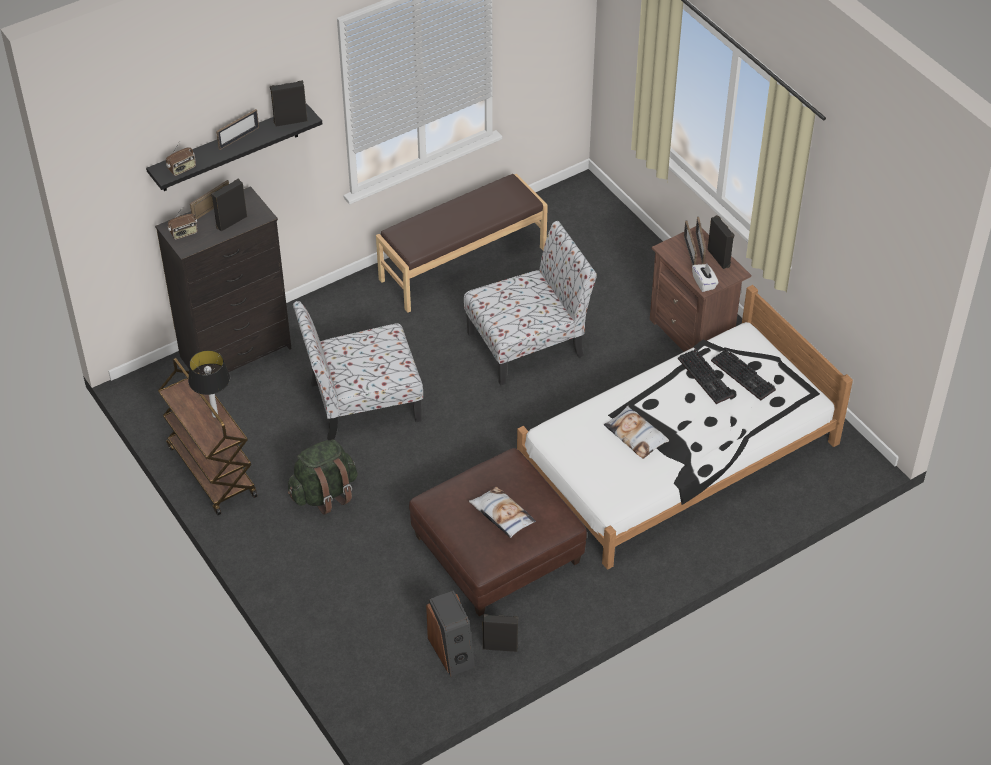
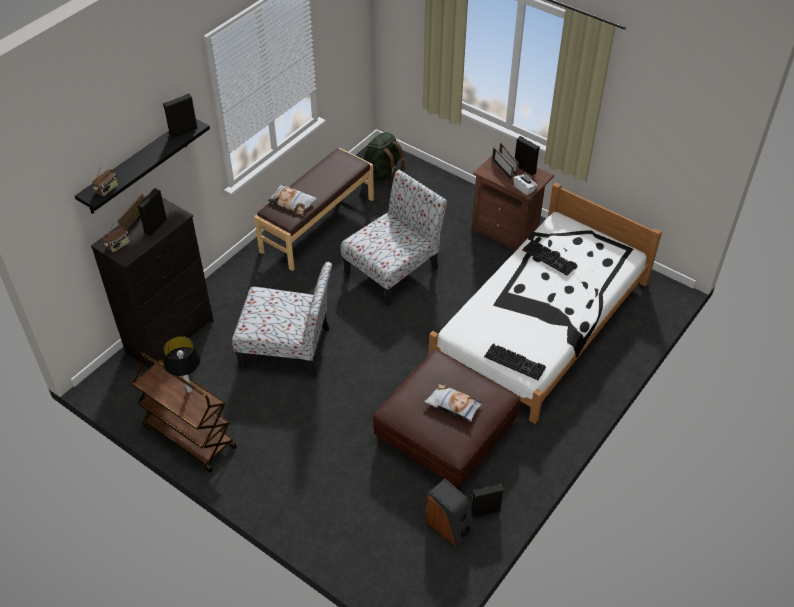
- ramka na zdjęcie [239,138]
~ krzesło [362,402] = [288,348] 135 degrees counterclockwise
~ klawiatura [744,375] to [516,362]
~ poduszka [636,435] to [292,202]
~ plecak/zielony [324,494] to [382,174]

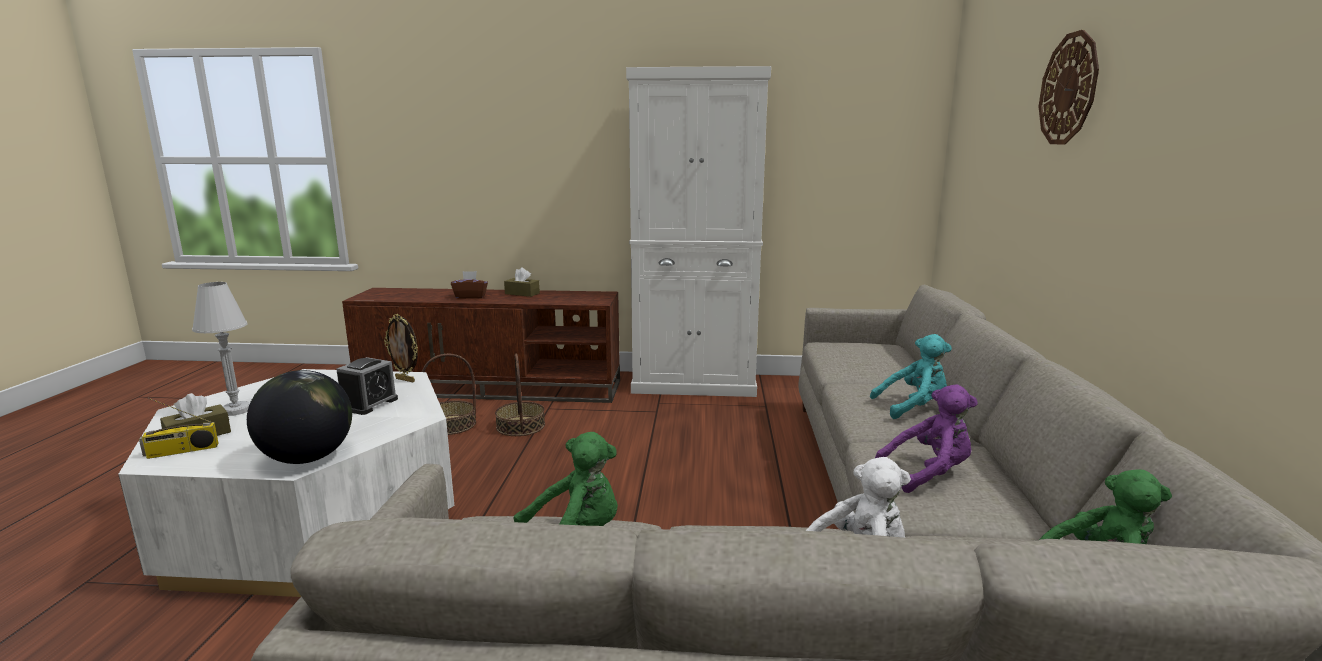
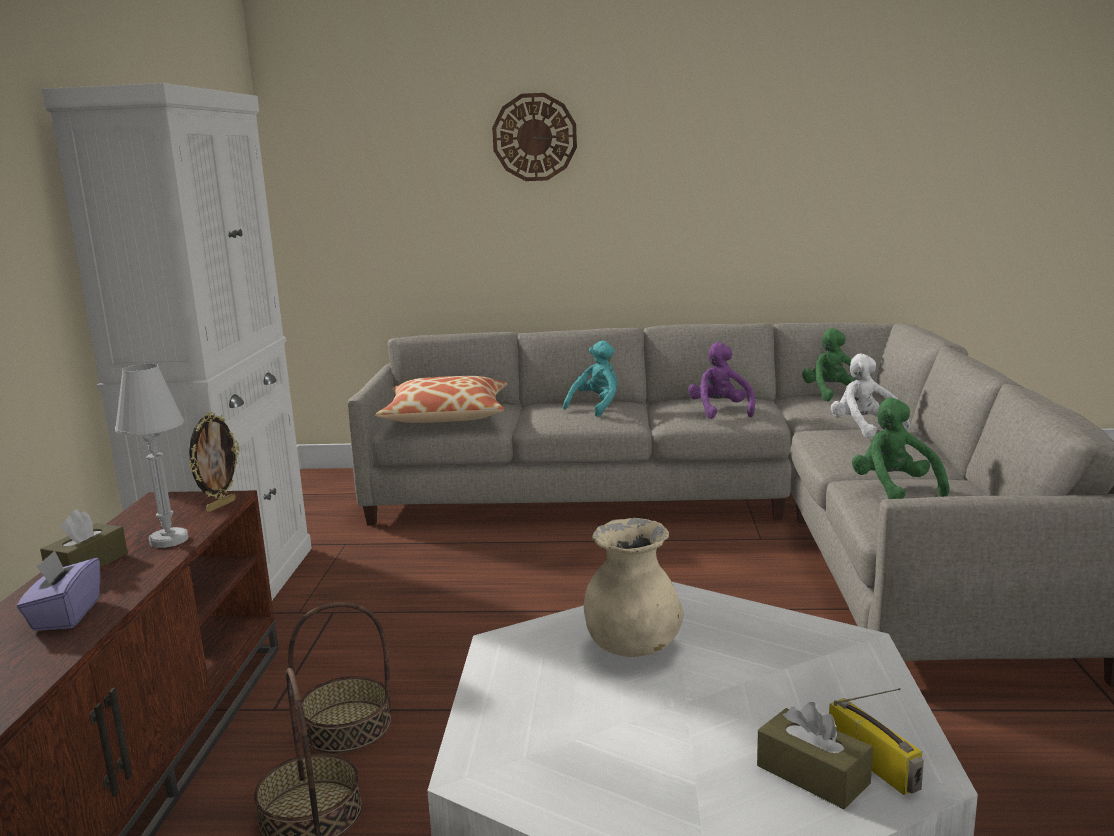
~ pudełko chusteczek/brązowy [470,296] to pudełko chusteczek/fioletowy [65,615]
~ lampa stołowa/biały [236,410] to [169,540]
~ ramka na zdjęcie [406,380] to [220,505]
~ pluszak/turkusowy [913,407] = [596,407] 45 degrees clockwise
~ budzik [369,404] to wazon/beżowy [632,647]
- globus [308,458]
+ poduszka [446,415]

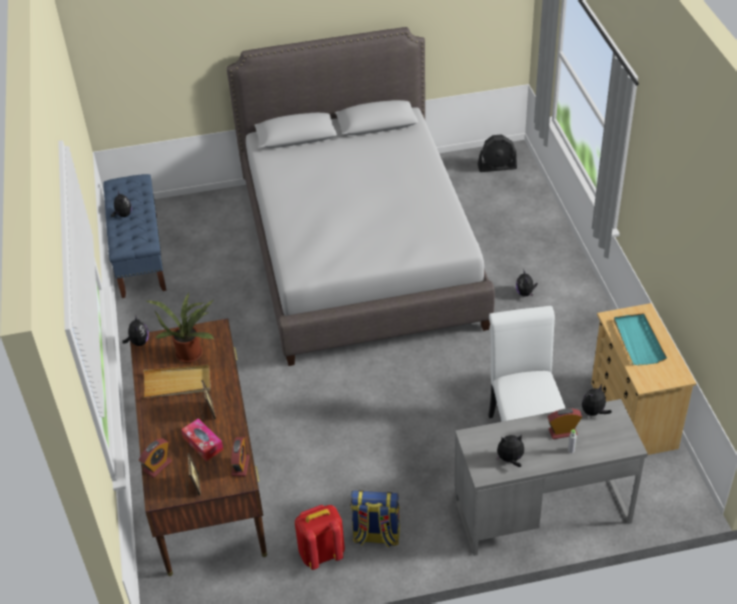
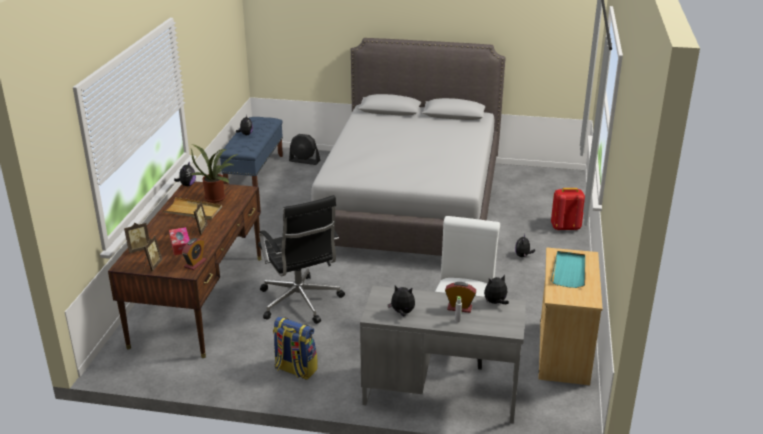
~ wentylator/czarny [497,167] to [304,161]
~ budzik [157,466] to ramka na zdjęcie [139,249]
~ plecak/czerwony [321,553] to [565,227]
+ krzesło biurowe/czarny [300,302]

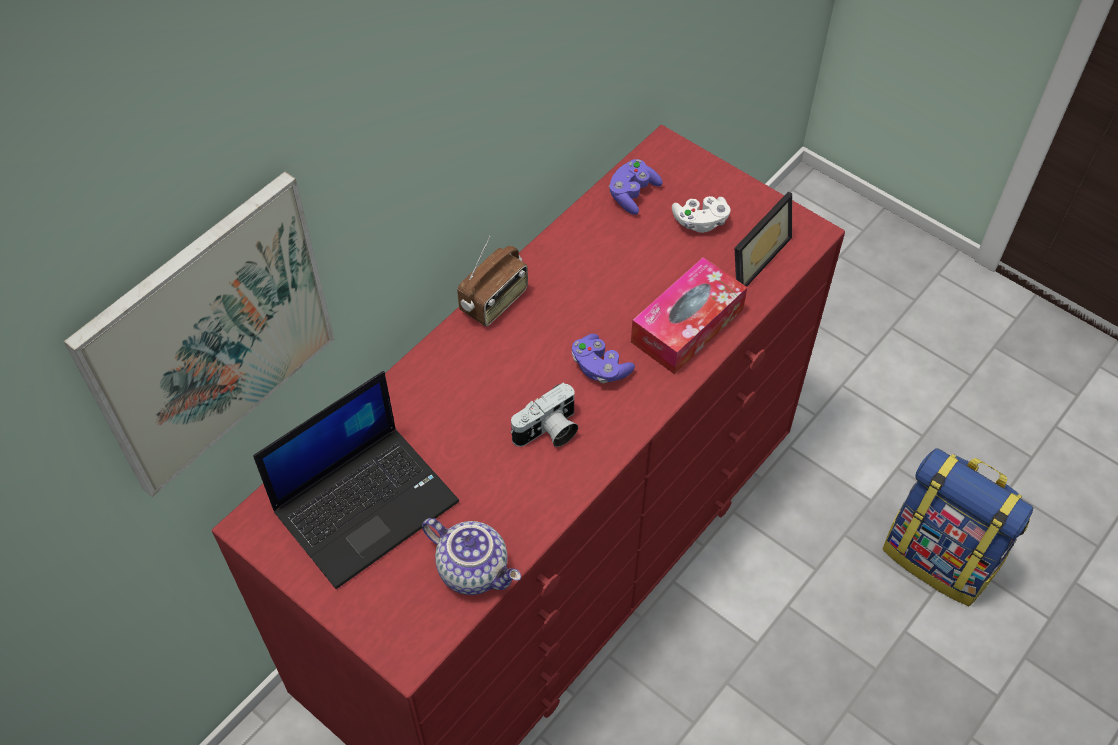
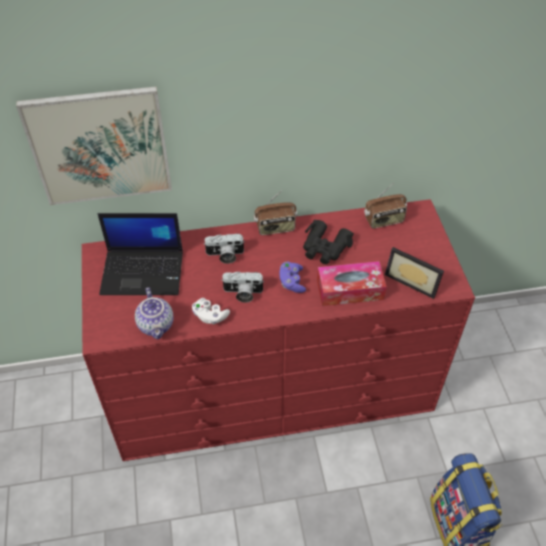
~ pad do gier/fioletowy [632,194] to radio [384,220]
~ ramka na zdjęcie [752,257] = [413,280] 45 degrees clockwise
~ pad do gier/biały [700,221] to [210,316]
+ lornetka/czarny [325,248]
+ aparat fotograficzny [225,255]

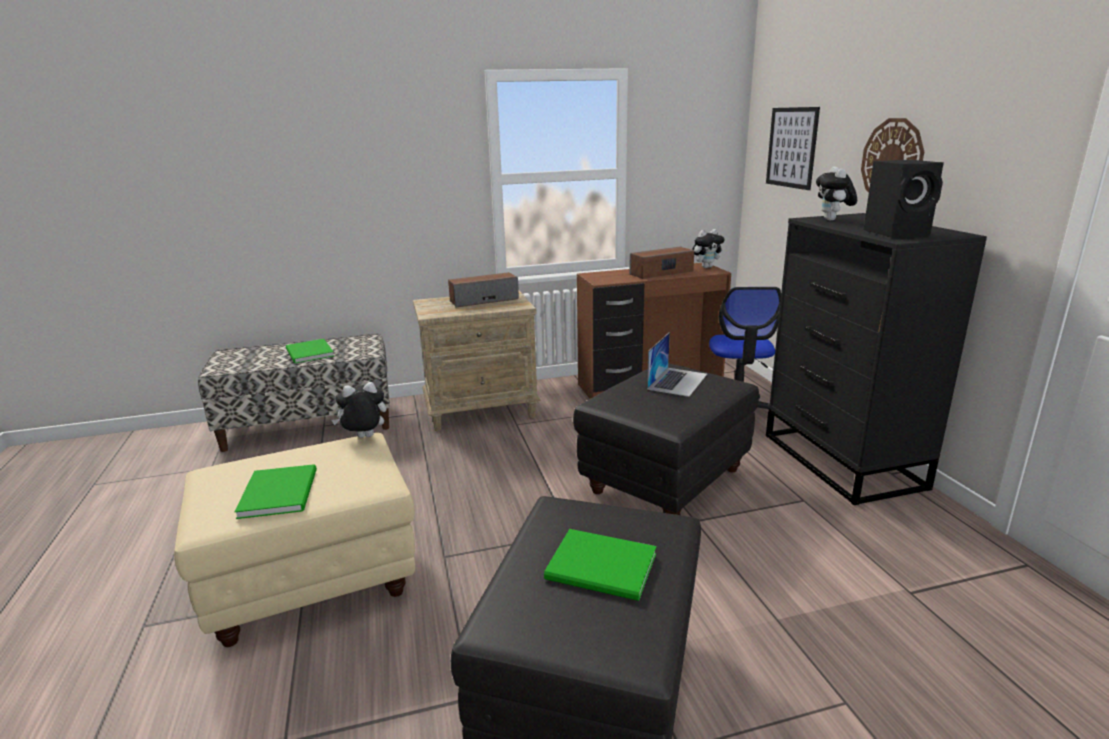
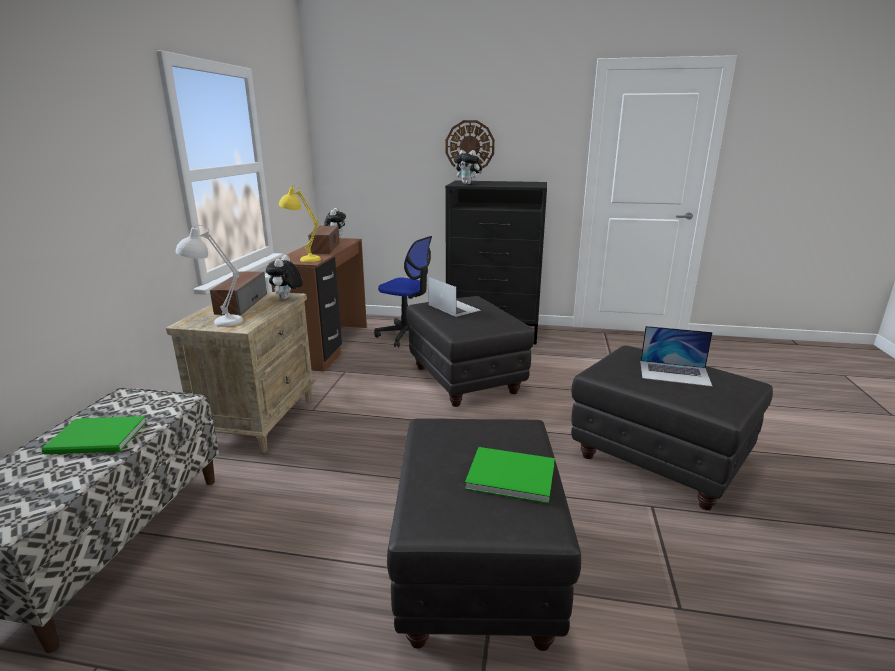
- obraz [791,147]
- głośnik/czarny [898,233]
~ pluszak [364,438] to [286,299]
~ pufa/beżowy [312,583] to pufa/czarny [478,573]
~ książka/zielony [603,569] to laptop [674,373]
+ lampa stołowa/żółty [303,259]
+ lampa stołowa/biały [216,322]

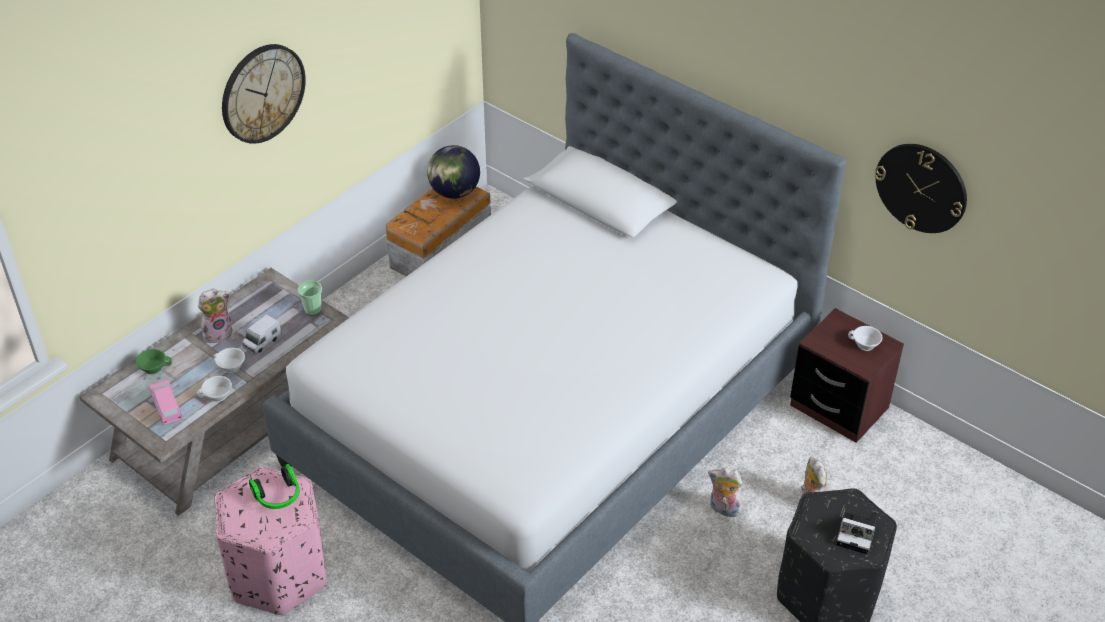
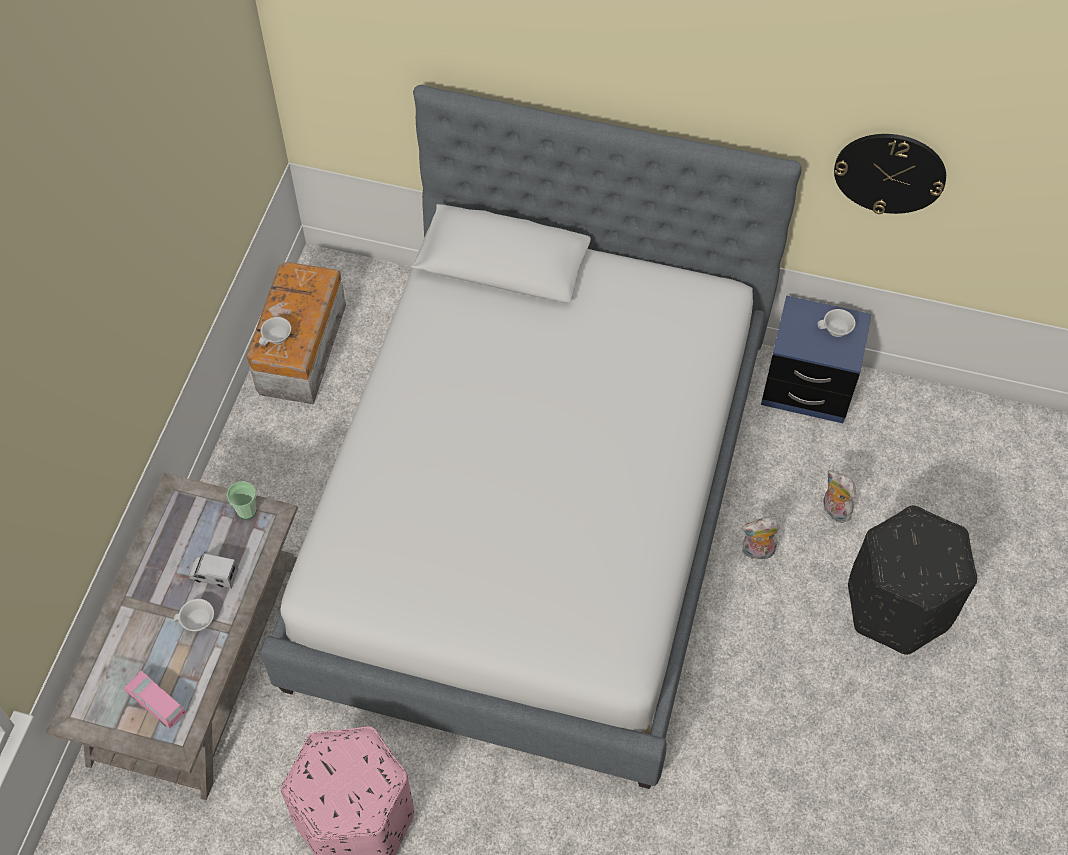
- zegar ścienny [262,93]
- globus [454,192]
- pluszak [218,333]
~ szafka nocna/brązowy [838,407] to szafka nocna/niebieski [807,388]
~ ciężarówka zabawkowa [262,342] = [214,575] 90 degrees clockwise
- filiżanka/zielony [154,367]
~ filiżanka/biały [217,396] to [277,338]
- słuchawki [278,497]
- aparat fotograficzny [858,534]

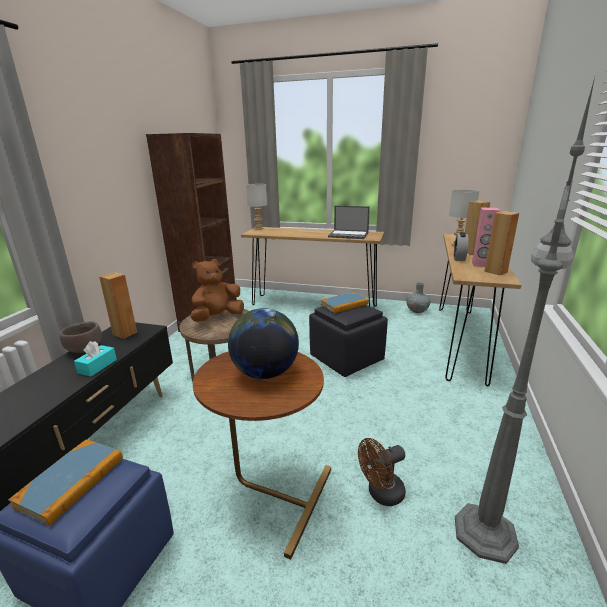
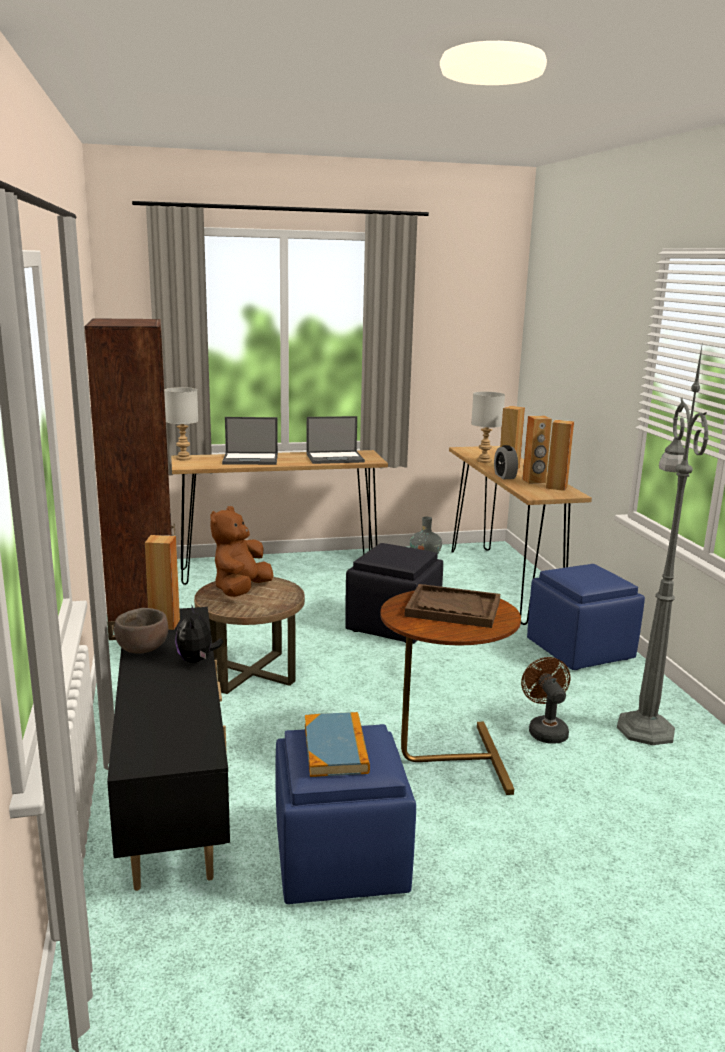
~ głośnik/różowy [480,264] to głośnik/brązowy [534,481]
- książka [344,304]
~ globus [265,372] to taca/brązowy [452,608]
~ pudełko chusteczek/turkusowy [97,366] to pluszak [197,660]
~ wentylator/brązowy [381,494] = [545,730] 135 degrees clockwise
+ laptop [251,459]
+ pufa/niebieski [578,650]

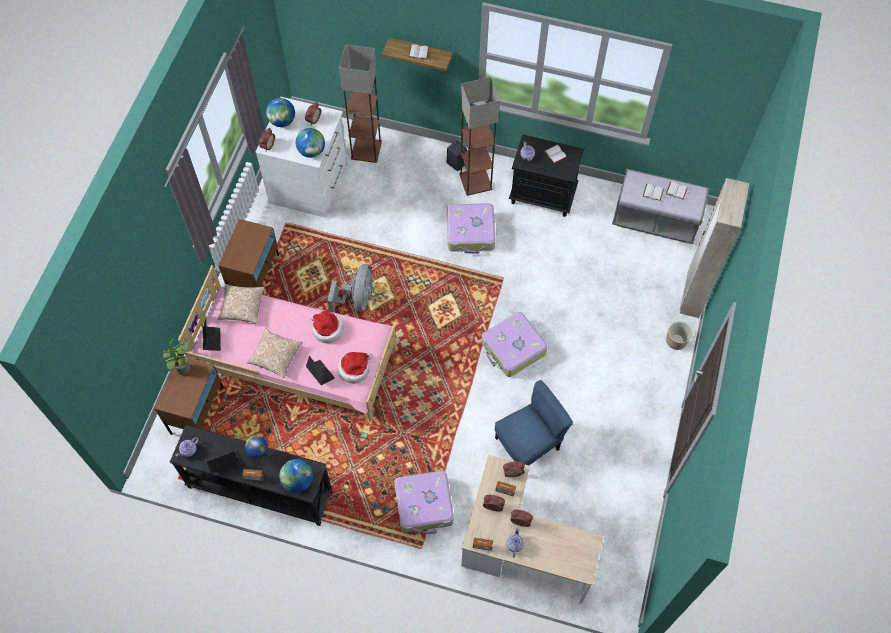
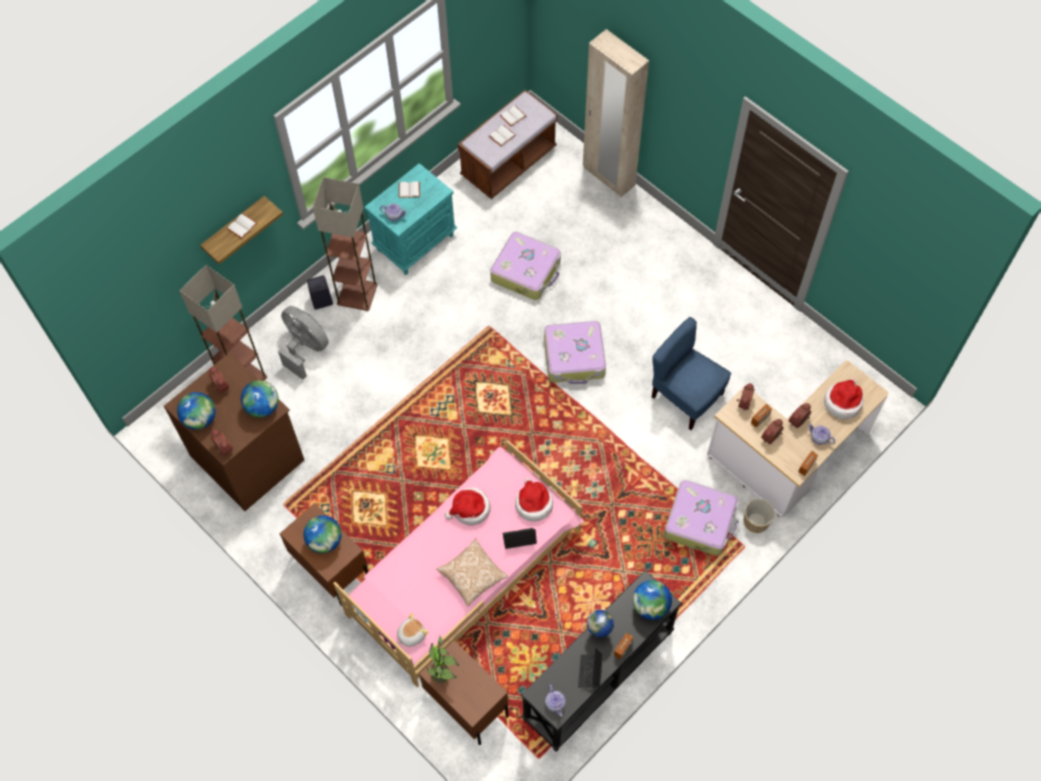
~ komoda/biały [310,184] to komoda/brązowy [248,456]
~ szafka nocna/czarny [543,195] to szafka nocna/turkusowy [415,242]
~ ławka/szary [655,221] to ławka/brązowy [508,163]
~ walizka [471,232] to [526,271]
~ wentylator/szary [357,299] to [305,348]
- poduszka [242,307]
~ laptop [212,339] to pluszak [411,634]
~ donica [676,341] to [756,521]
~ krzesło/niebieski [528,445] = [686,397] 45 degrees counterclockwise
+ kapelusz [842,402]
+ globus [325,541]

